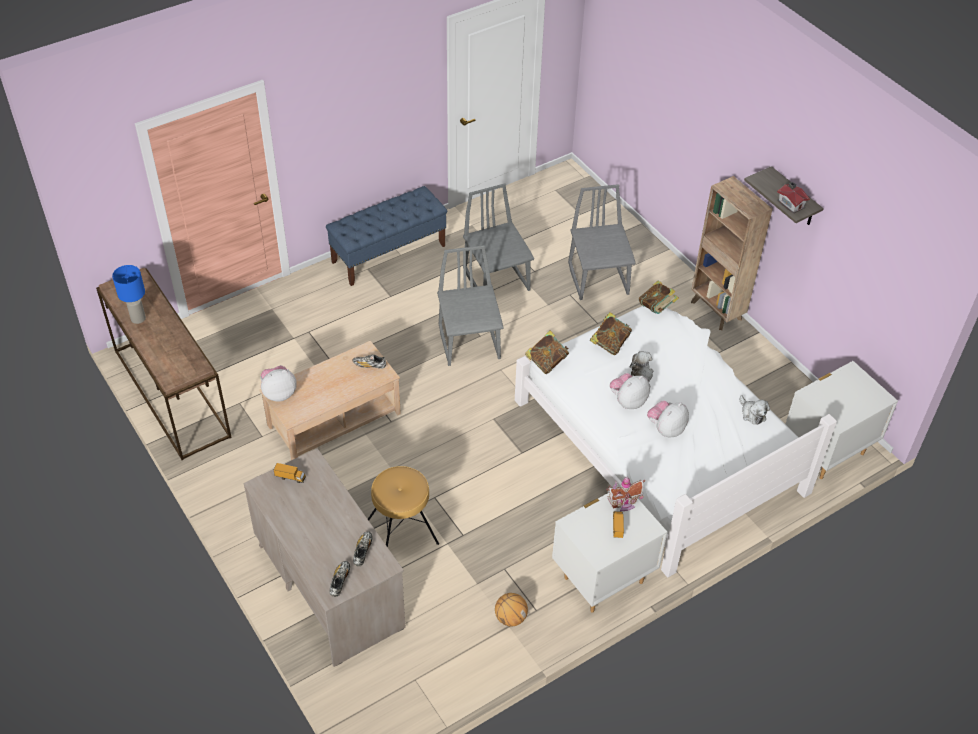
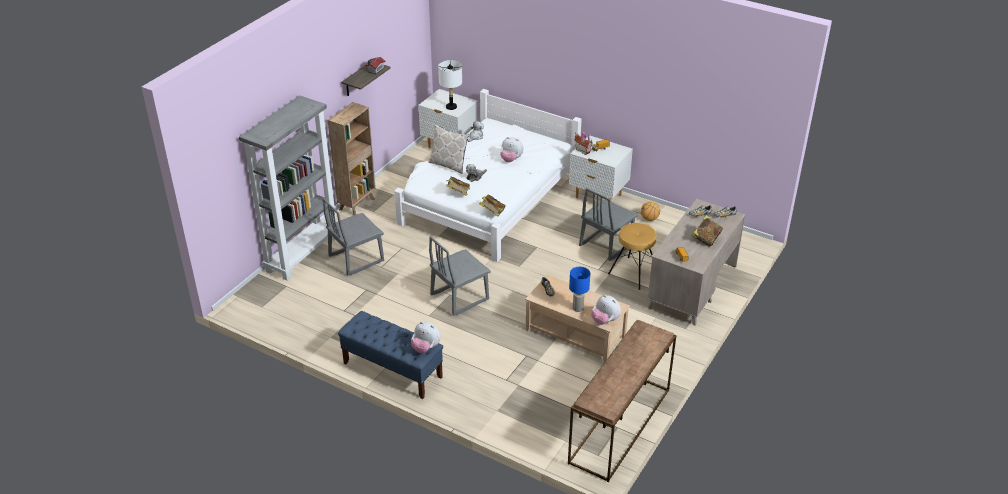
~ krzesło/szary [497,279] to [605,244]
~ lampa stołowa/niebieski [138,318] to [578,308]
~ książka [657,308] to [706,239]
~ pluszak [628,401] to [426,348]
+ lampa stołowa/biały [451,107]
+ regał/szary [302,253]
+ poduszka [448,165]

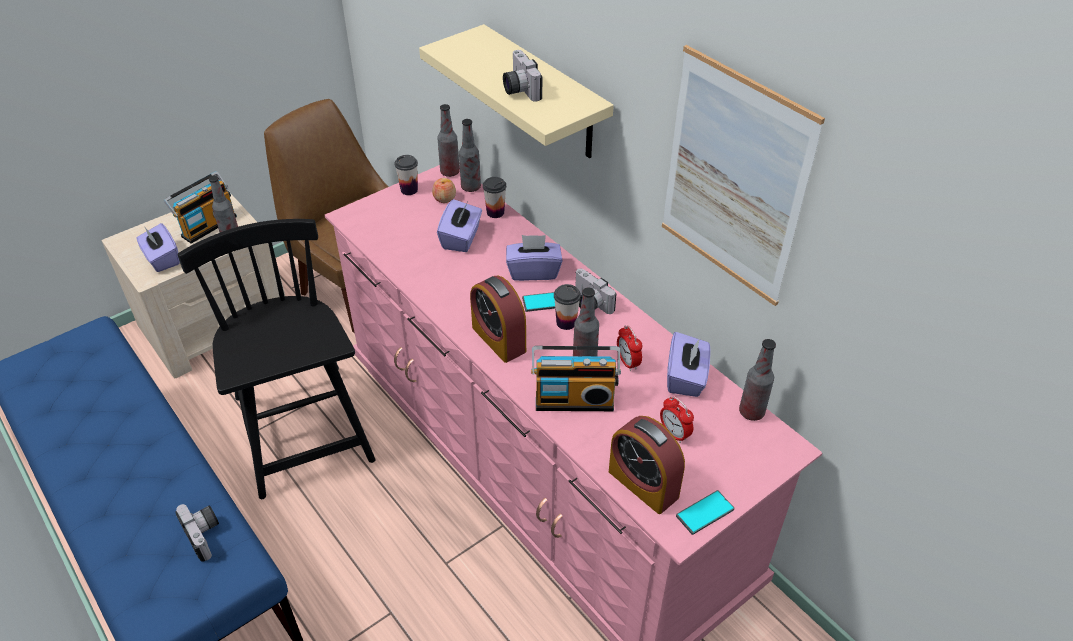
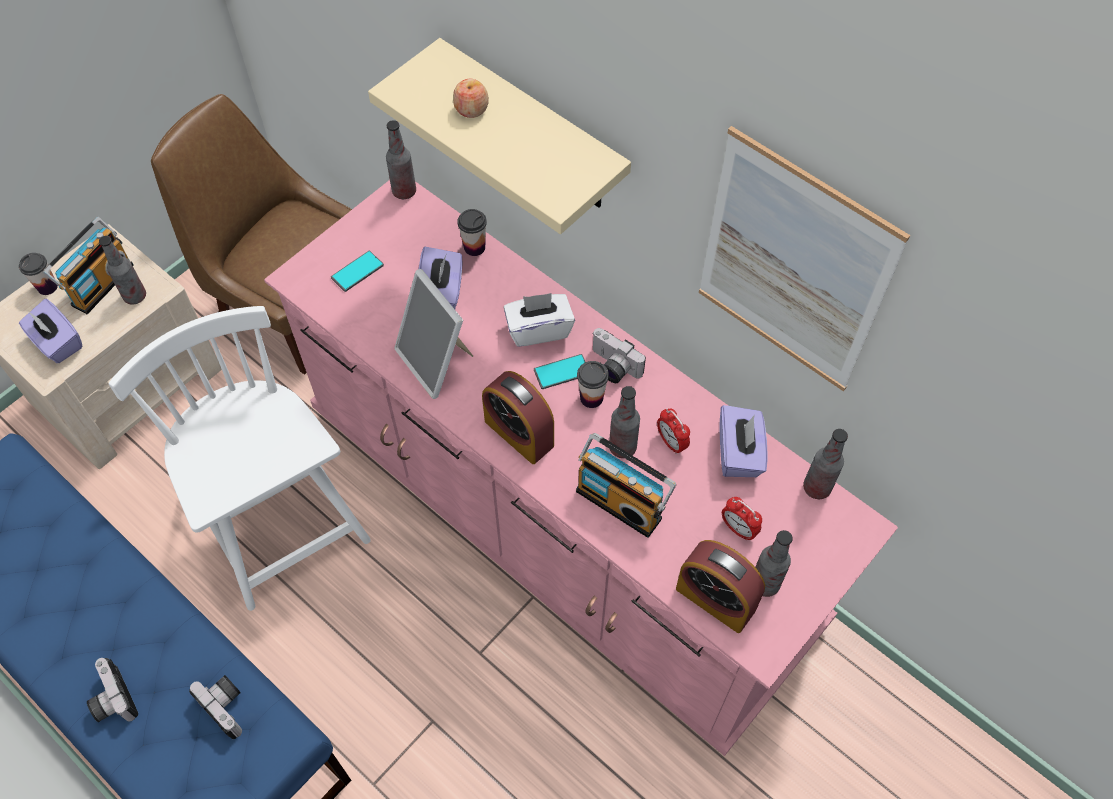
~ aparat fotograficzny [518,89] to [111,699]
~ butelka [471,187] to [764,583]
~ filiżanka [409,190] to [47,287]
~ jabłko [444,198] to [471,109]
~ krzesło/czarny [303,431] to krzesło/biały [276,515]
~ pudełko chusteczek/fioletowy [533,271] to pudełko chusteczek/biały [539,329]
~ radio [574,399] = [621,502] 45 degrees clockwise
~ telefon [705,513] to [357,272]
+ ramka na zdjęcie [437,362]

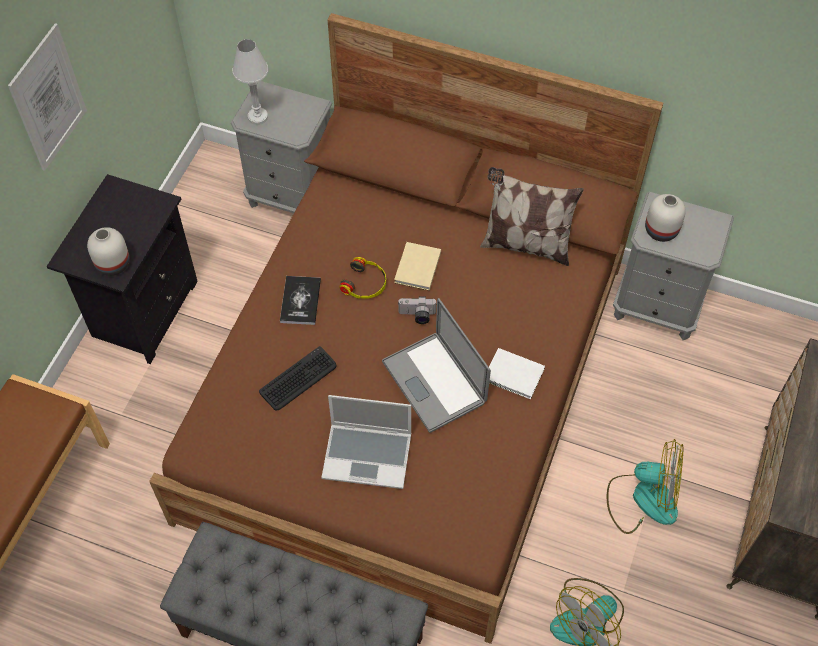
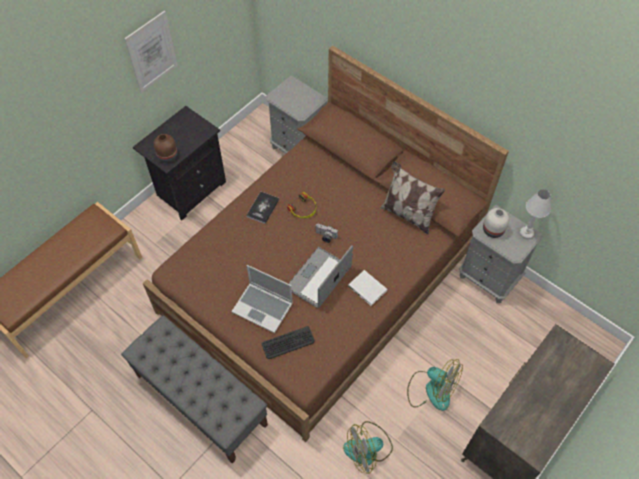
~ lampa stołowa/biały [257,117] to [526,233]
~ wazon/biały [113,263] to wazon/brązowy [168,156]
- książka/beżowy [416,268]
~ laptop [434,382] = [318,277] 45 degrees clockwise
~ klawiatura [298,379] to [288,343]

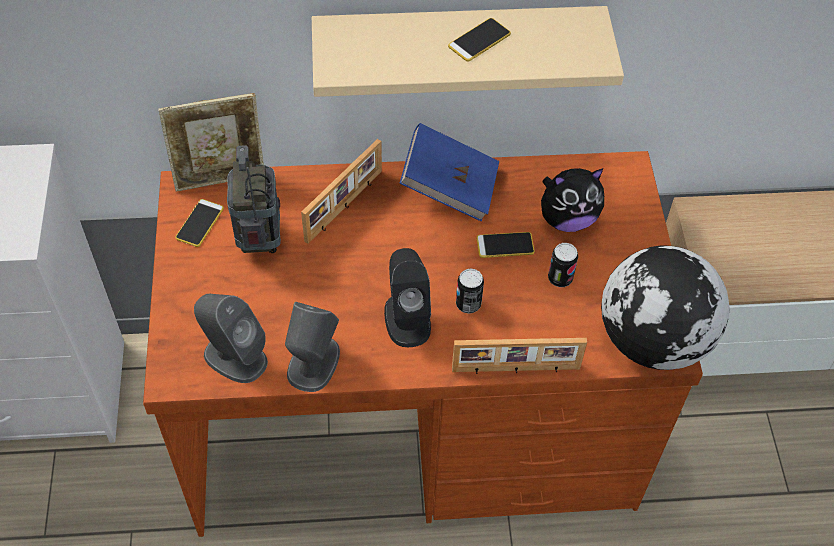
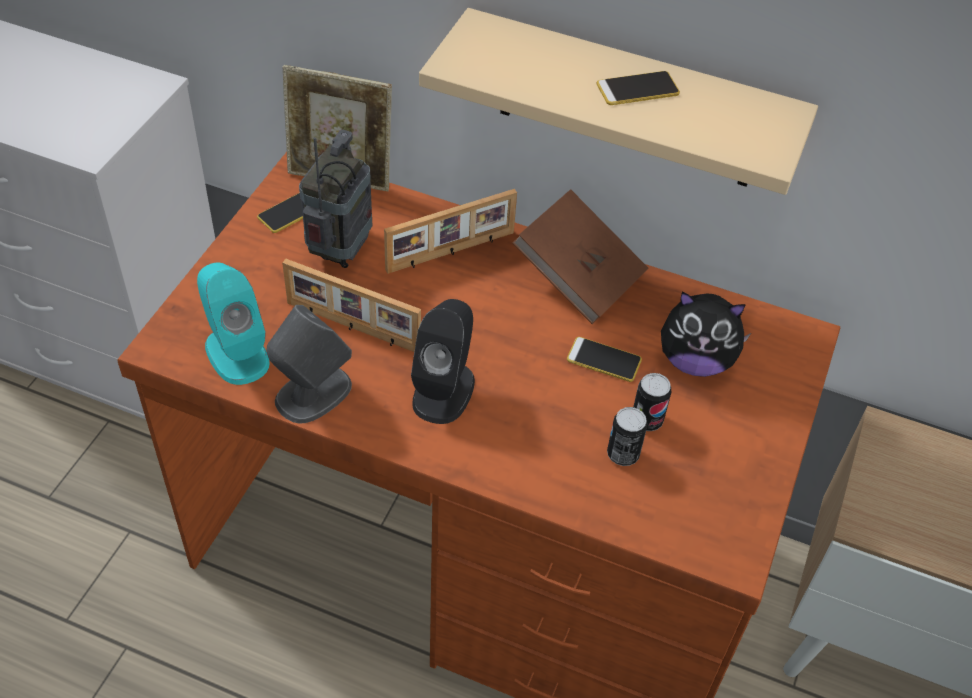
~ książka/niebieski [449,187] to książka/brązowy [578,276]
- globus [653,341]
~ puszka [468,304] to [623,454]
~ głośnik/szary [234,357] to głośnik/turkusowy [236,353]
~ ramka na zdjęcie [516,370] to [352,327]

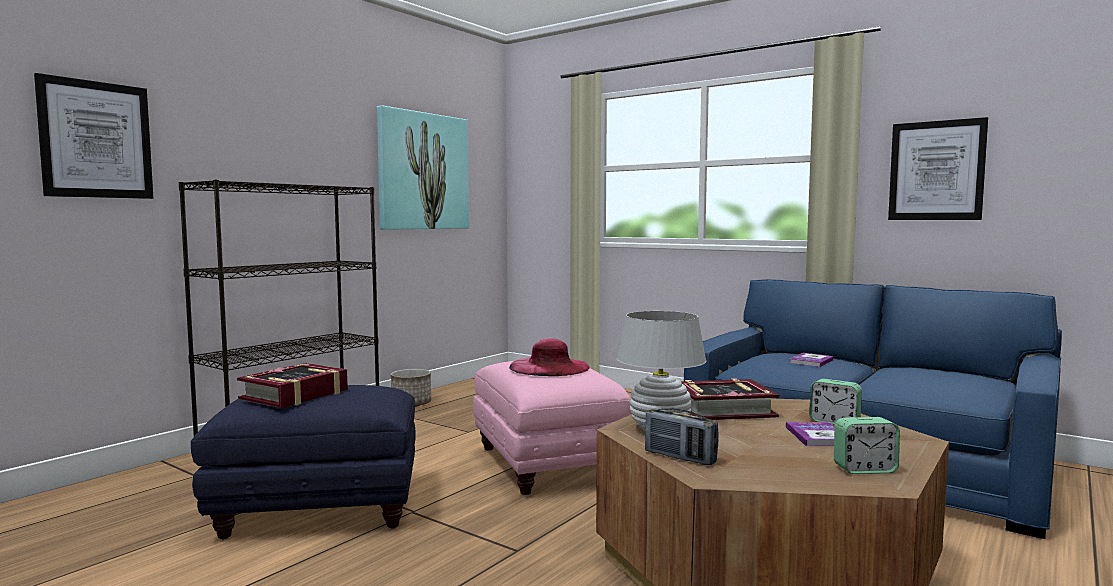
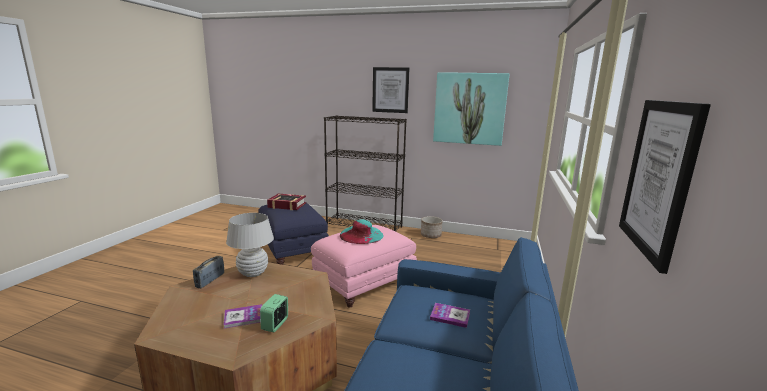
~ obraz [96,140] to [390,90]
~ kapelusz/różowy [549,367] to kapelusz/turkusowy [361,235]
- książka [723,409]
- budzik [864,469]

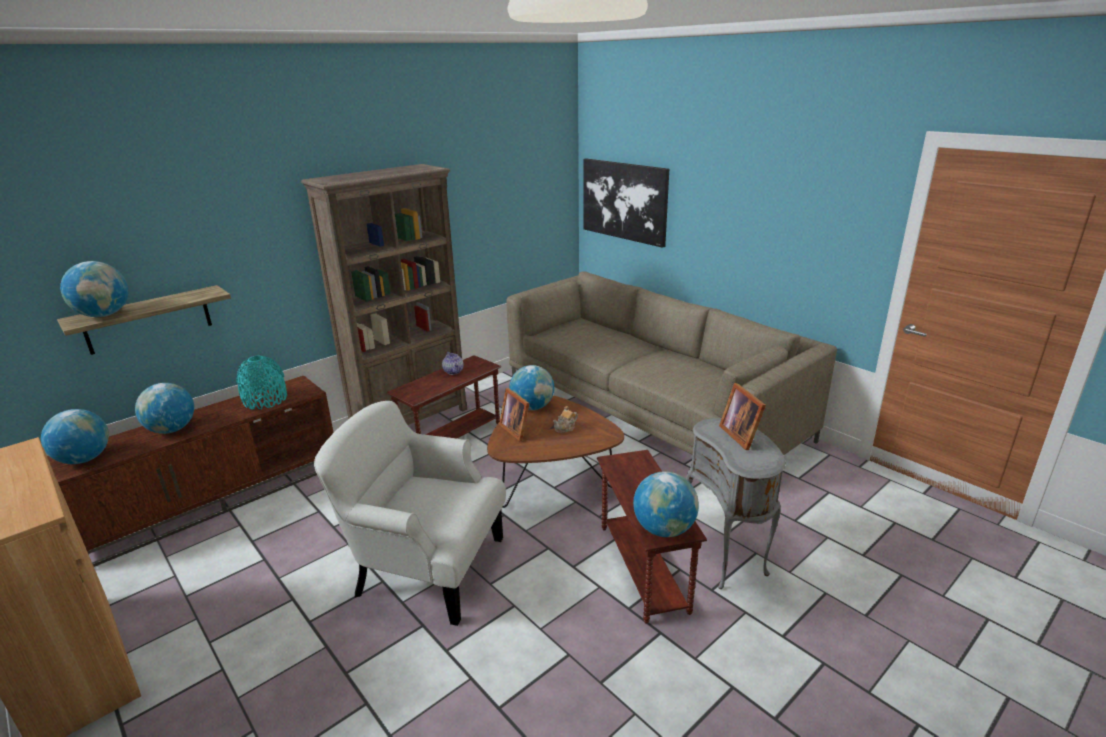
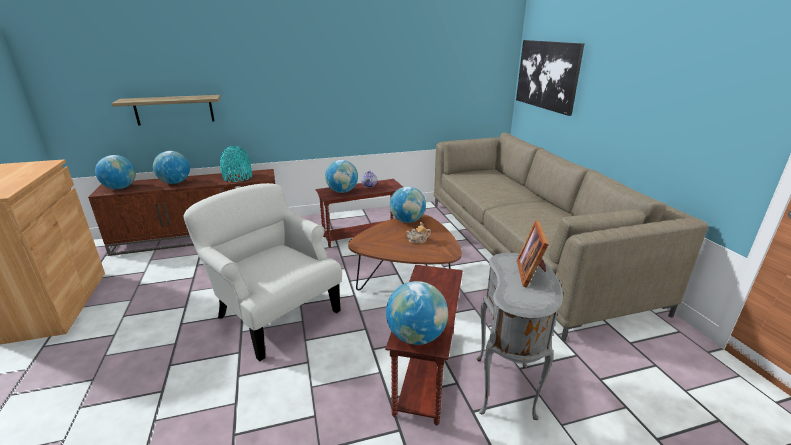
- regał/brązowy [411,420]
~ globus [104,315] to [342,191]
- ramka na zdjęcie [516,429]

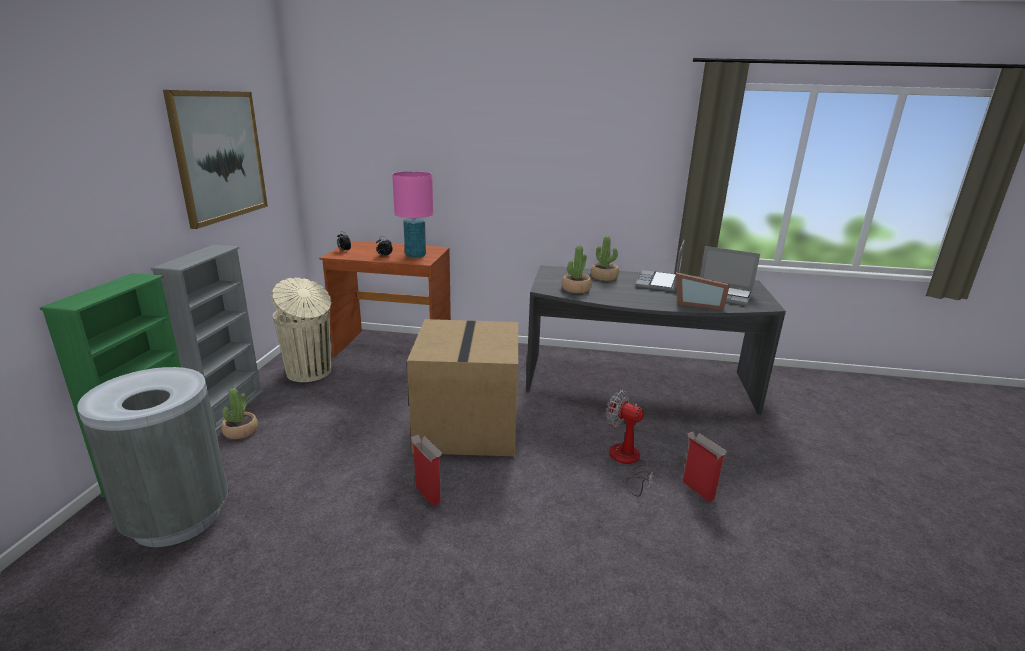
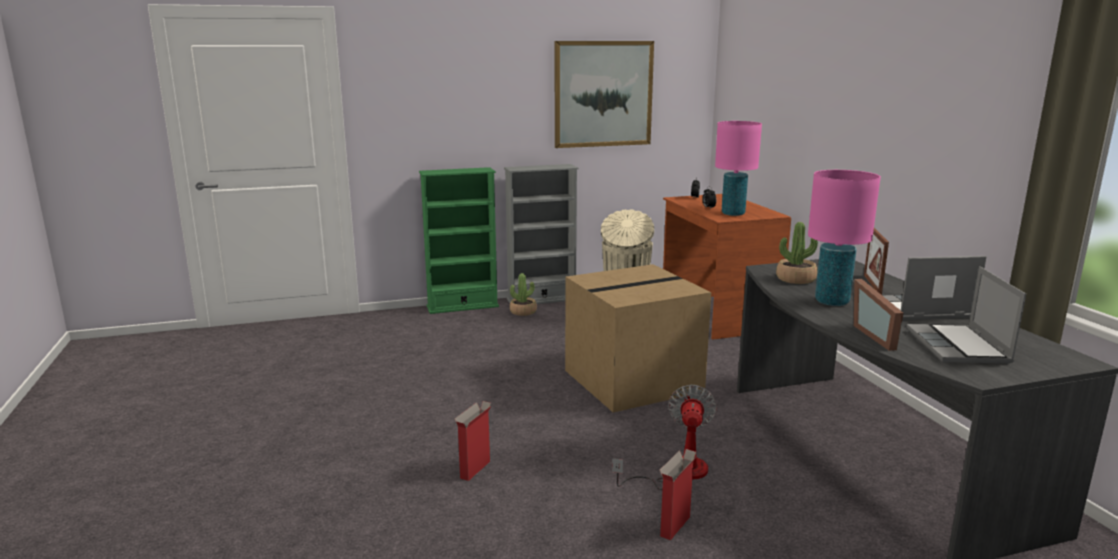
~ roślina doniczkowa [604,277] to ramka na zdjęcie [872,284]
- kosz na śmieci/szary [177,517]
~ karton [427,494] to [475,469]
+ lampa stołowa/różowy [832,302]

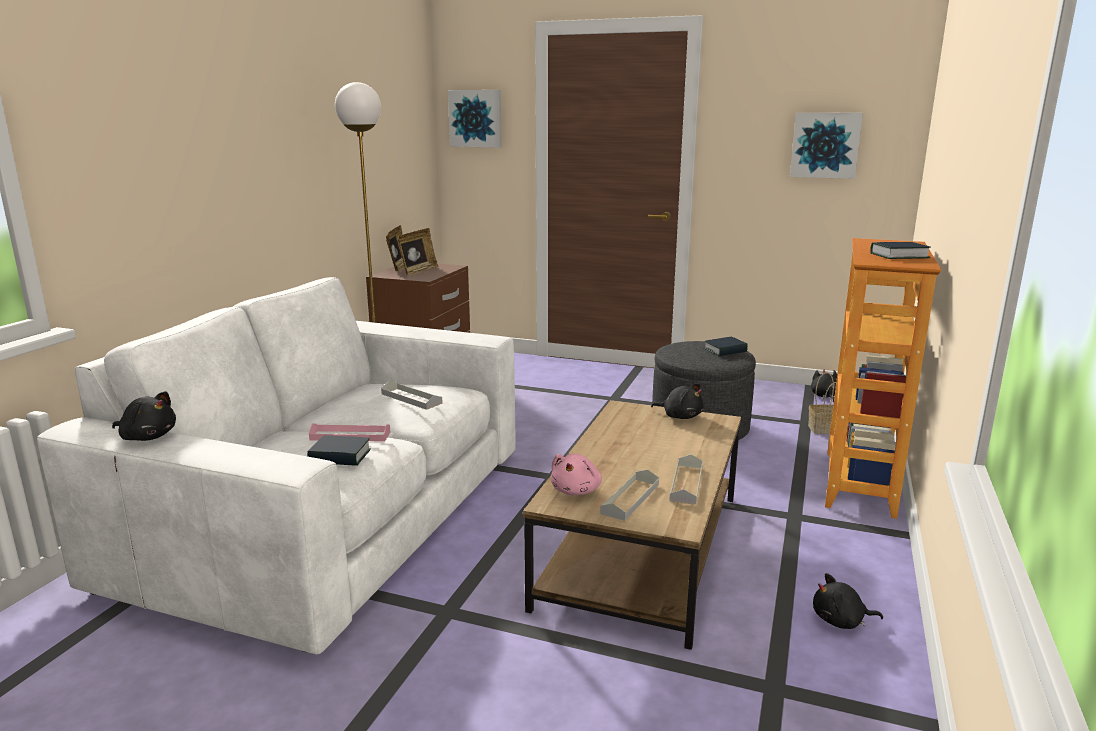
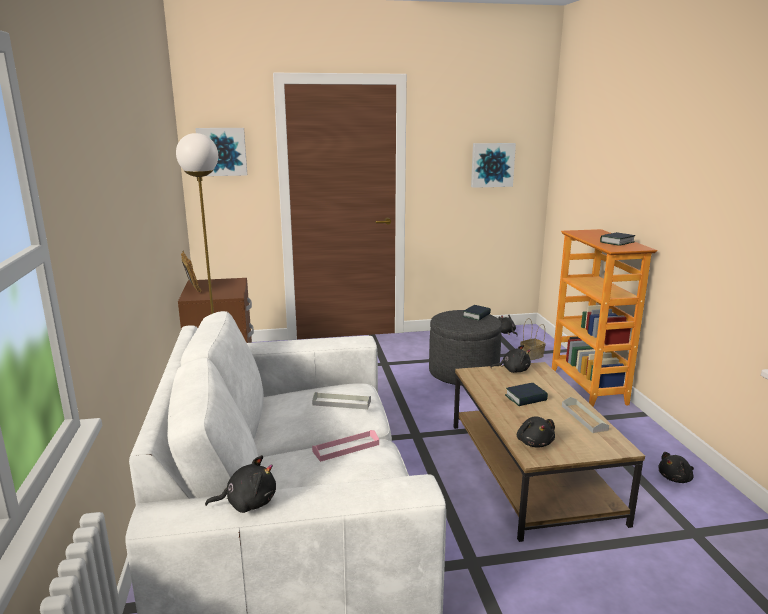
- ramka na zdjęcie [418,271]
~ książka [340,456] to [526,398]
~ pluszak/różowy [576,490] to pluszak/czarny [534,442]
- taca/szary [630,499]

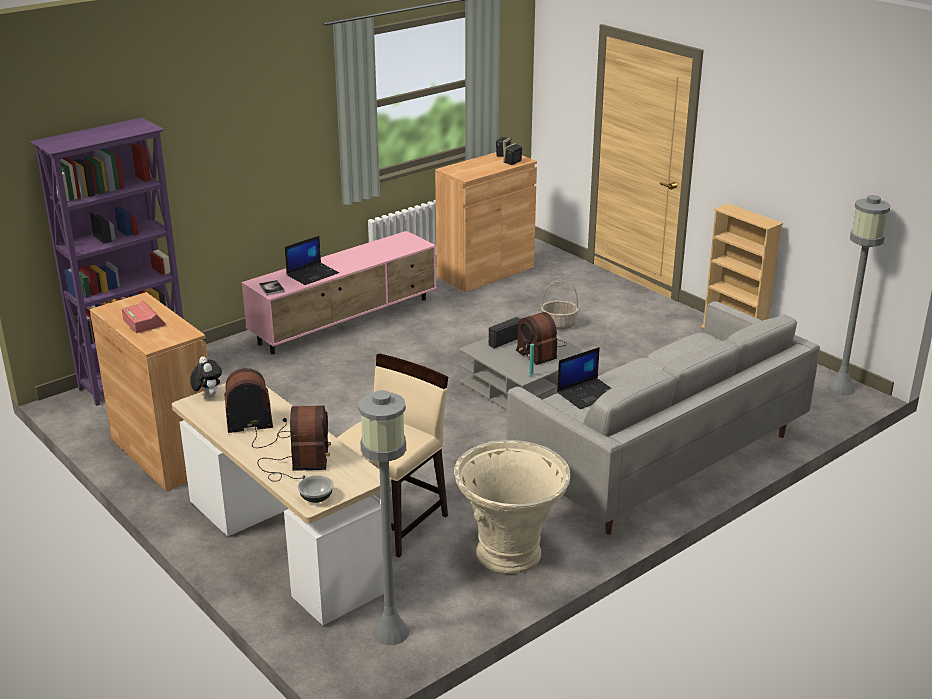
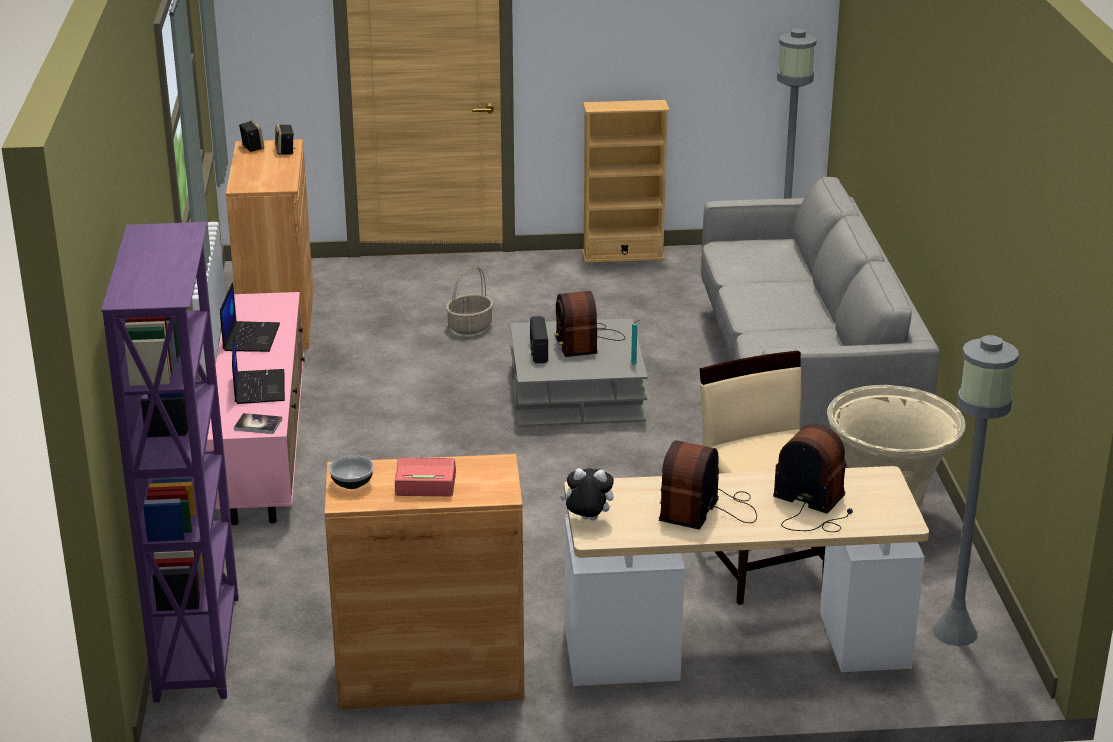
~ radio [540,350] = [585,341] 75 degrees clockwise
~ laptop [588,393] to [250,337]
~ miska [316,497] to [351,483]

